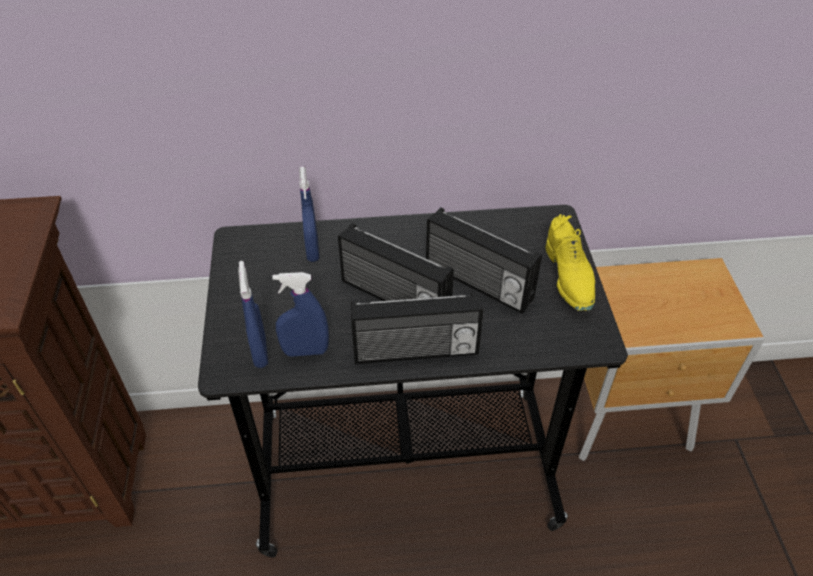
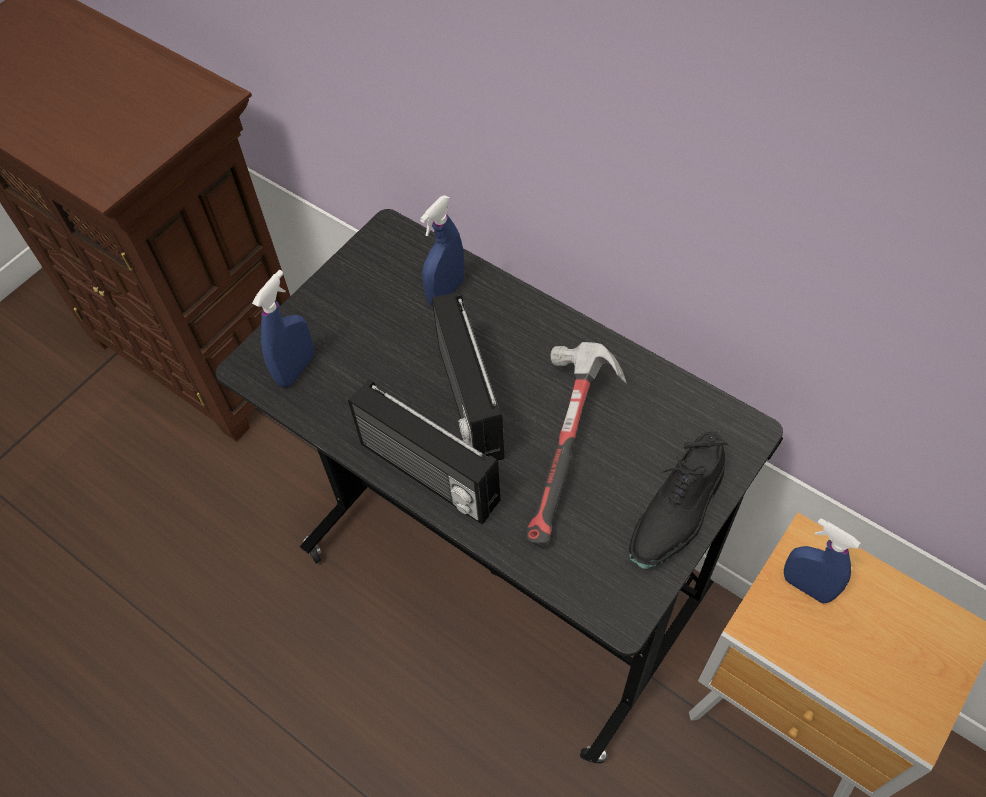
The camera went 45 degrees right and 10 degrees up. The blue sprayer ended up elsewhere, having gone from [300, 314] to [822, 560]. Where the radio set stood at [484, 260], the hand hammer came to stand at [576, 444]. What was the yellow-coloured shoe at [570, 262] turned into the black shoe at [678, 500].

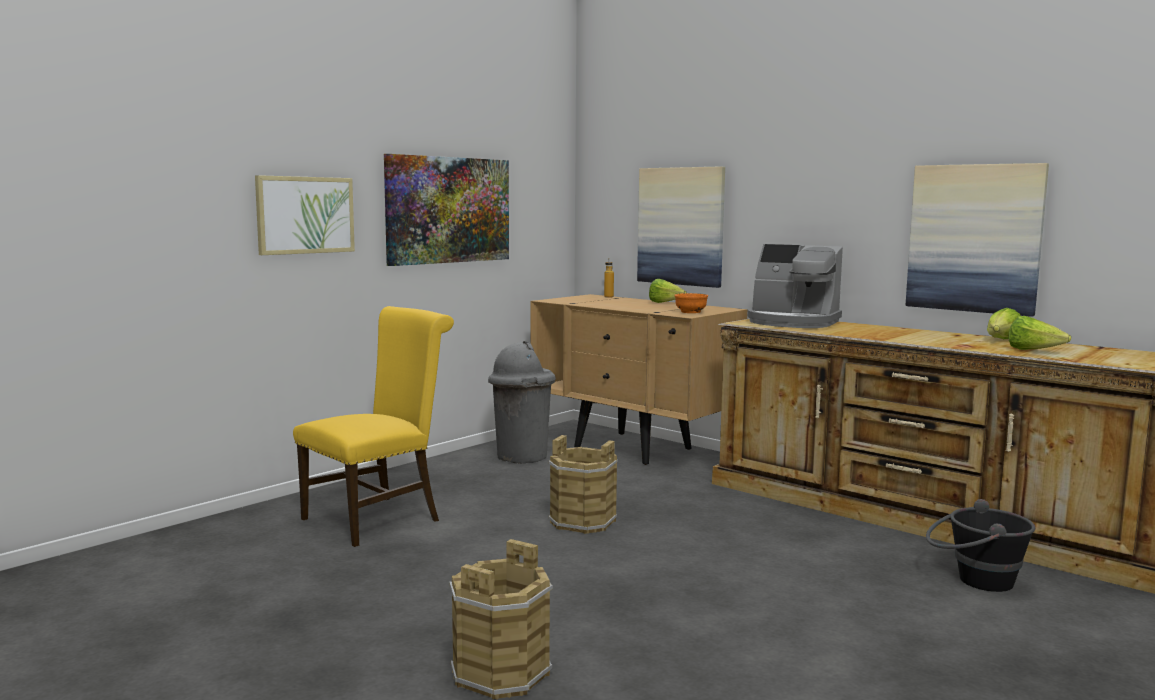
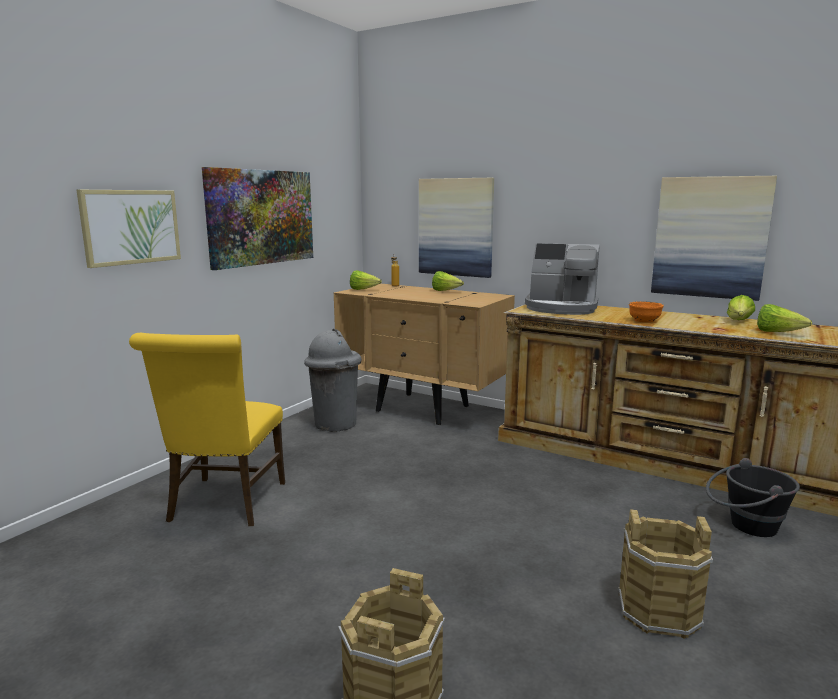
The camera went 10 degrees left and 5 degrees up. The yellow-coloured chair at [373, 426] ended up facing another way, 150 degrees clockwise from before. The brown-coloured bucket ended up elsewhere, having gone from [583, 484] to [665, 574]. The orange-coloured bowl ended up elsewhere, having gone from [691, 303] to [646, 312]. The second view gained the lettuce head at [366, 280].

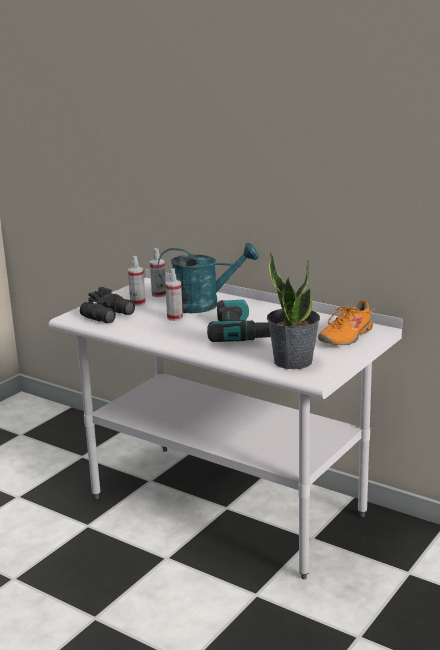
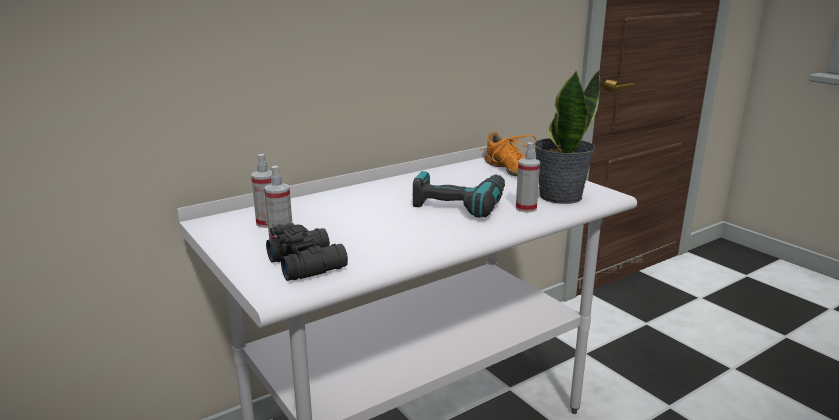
The camera went 70 degrees left and 0 degrees up. The second view lost the turquoise-coloured sprinkling can at [208, 277]. The sprayer ended up elsewhere, having gone from [174, 294] to [528, 177].

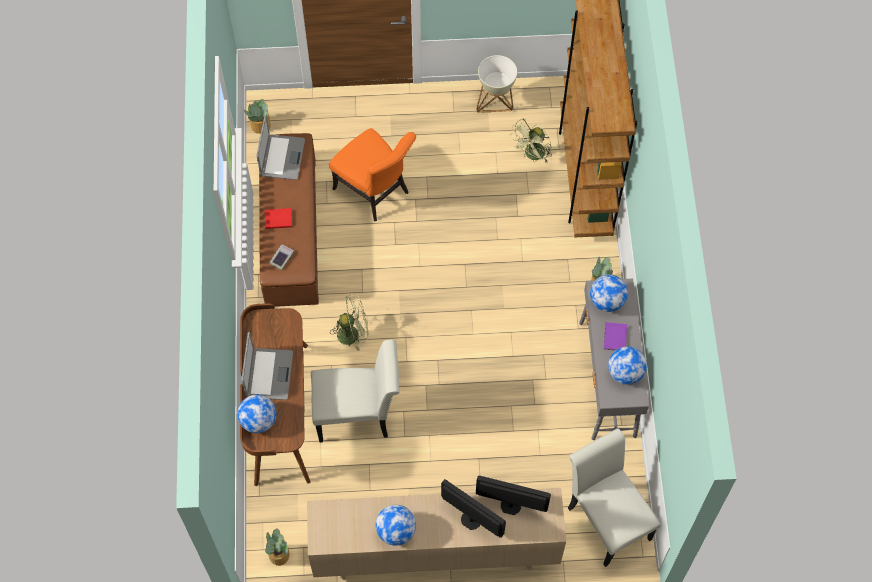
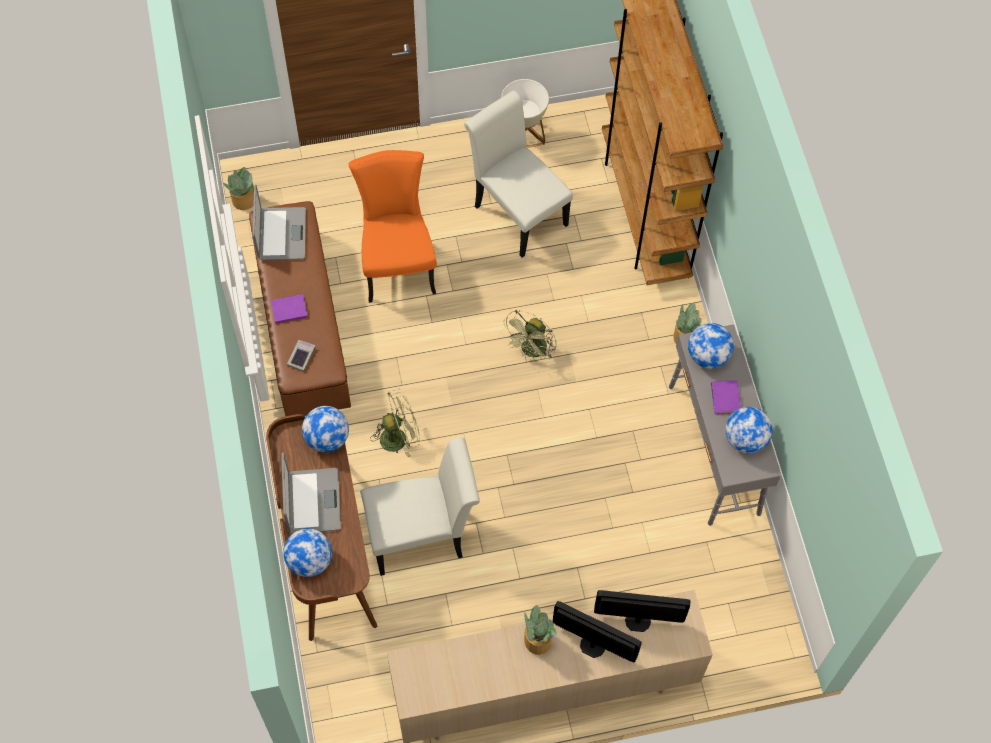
The camera went 10 degrees left and 0 degrees up. What was the reddish bound book at [278, 218] turned into the purplish bound book at [289, 309]. The plant in a pot ended up elsewhere, having gone from [277, 547] to [540, 630]. The orange-coloured chair at [372, 174] ended up facing another way, 135 degrees counterclockwise from before. The globe ended up elsewhere, having gone from [396, 525] to [325, 429]. The green cooling fan ended up elsewhere, having gone from [531, 140] to [529, 336]. The white chair ended up elsewhere, having gone from [614, 497] to [518, 174].

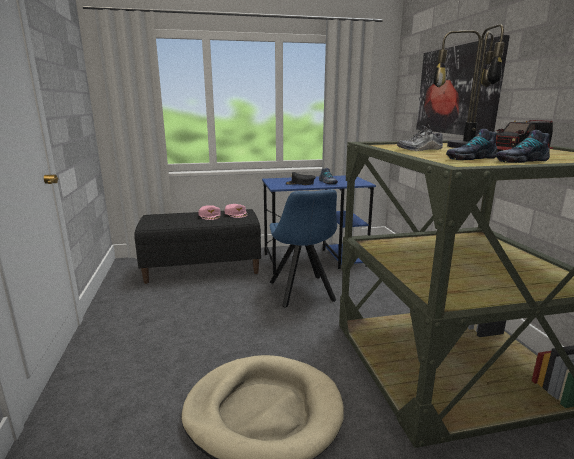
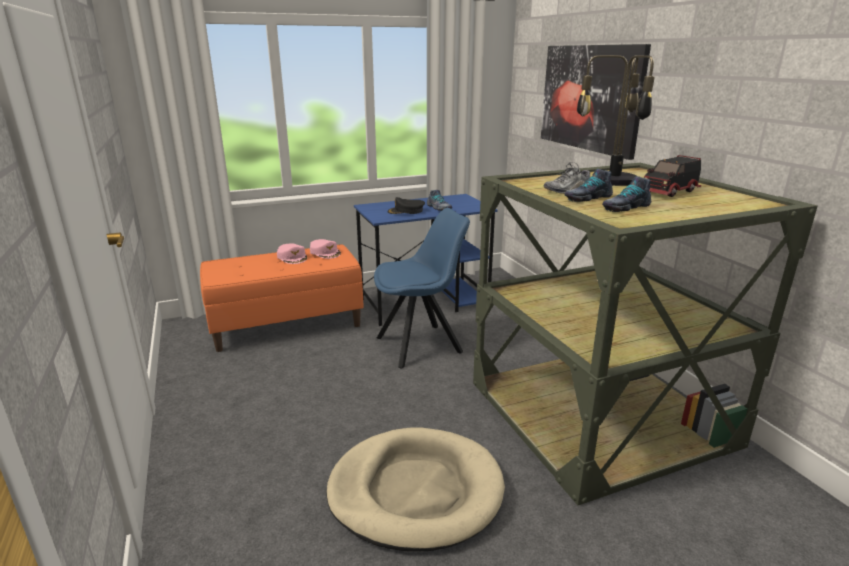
The camera went 10 degrees left and 5 degrees up. What was the black long seat at [197, 246] turned into the orange-coloured long seat at [282, 298]. The blue chair at [303, 248] ended up facing another way, 90 degrees counterclockwise from before. The shoe ended up elsewhere, having gone from [523, 146] to [589, 185].

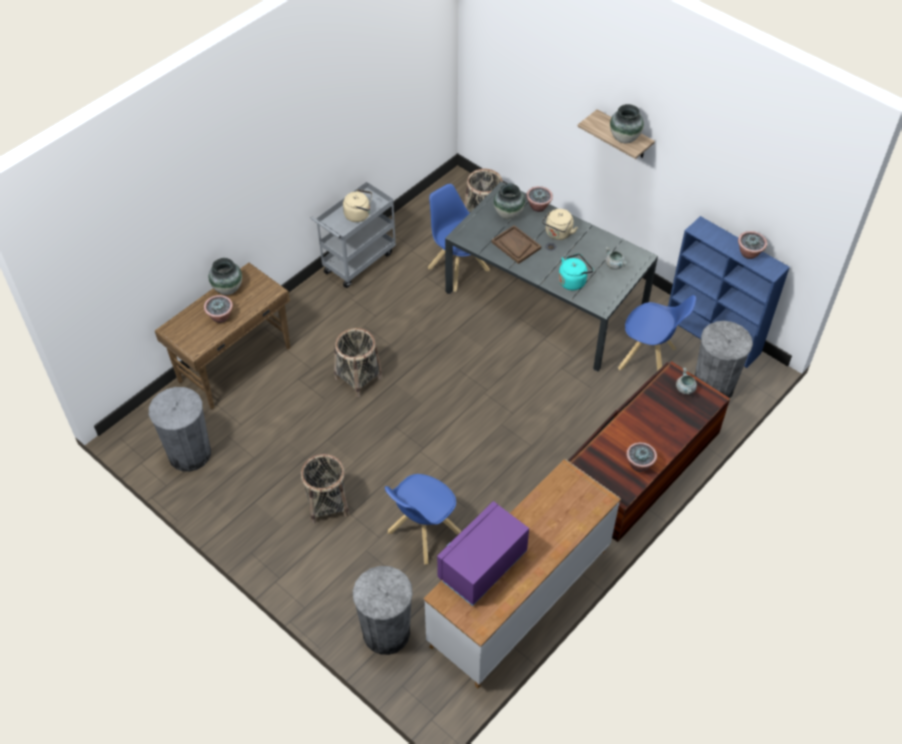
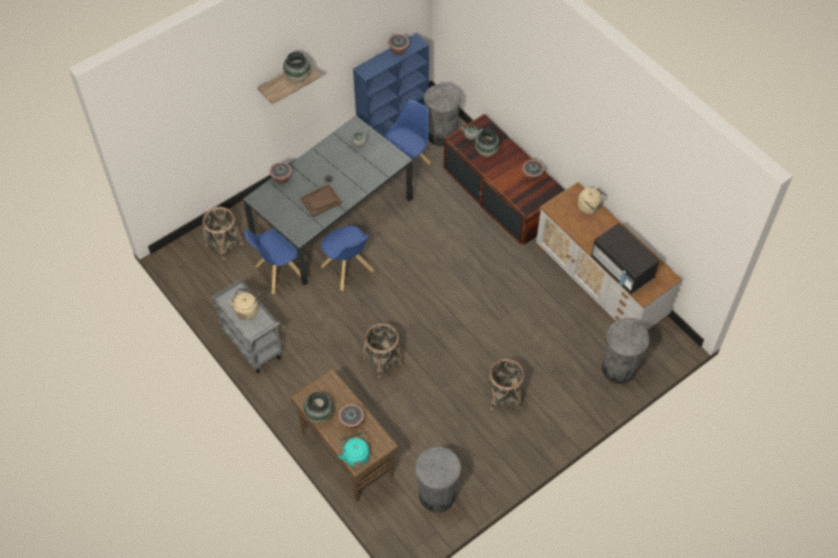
The camera went 80 degrees left and 5 degrees up. The blue chair ended up elsewhere, having gone from [423, 519] to [347, 258]. What was the purplish microwave at [483, 553] turned into the black microwave at [625, 258]. The flower vase ended up elsewhere, having gone from [509, 201] to [487, 143]. The beige tea kettle ended up elsewhere, having gone from [560, 224] to [592, 201]. The turquoise-coloured tea kettle ended up elsewhere, having gone from [576, 272] to [354, 450].

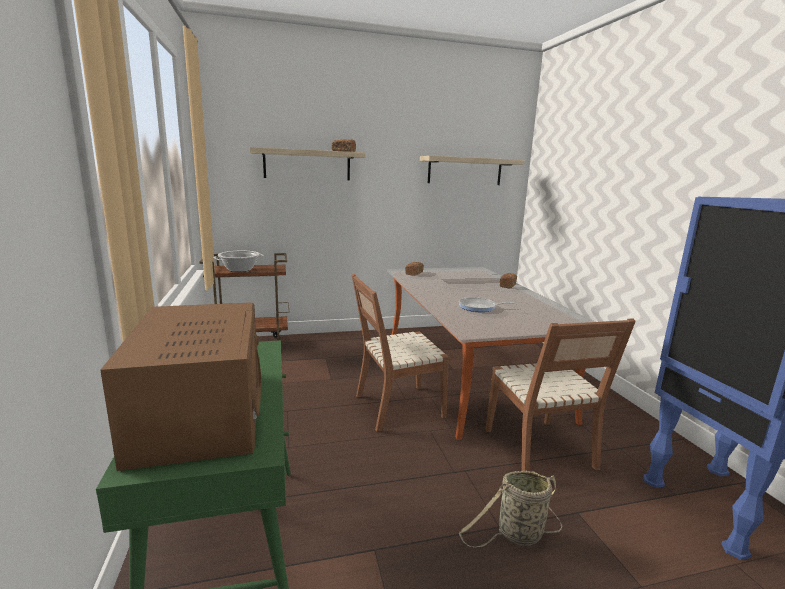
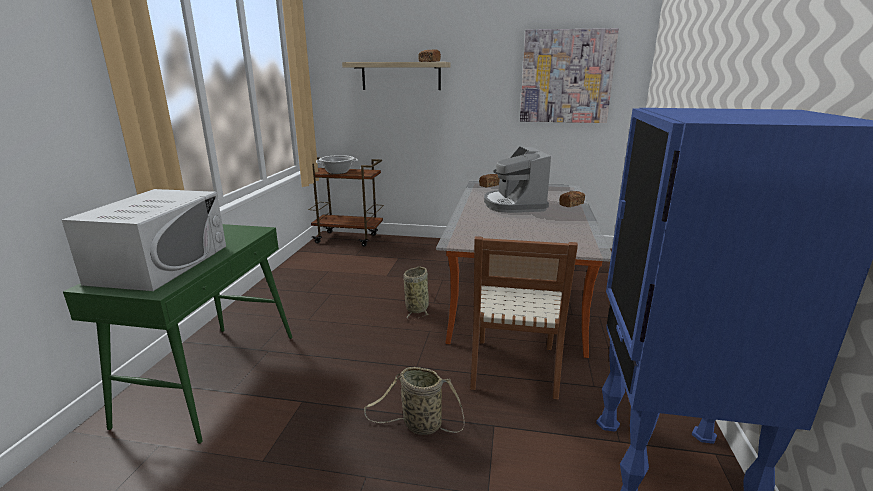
The camera went 25 degrees right and 5 degrees up. What was the brown-coloured microwave at [180, 386] turned into the white microwave at [144, 240]. Where the chair stood at [400, 353], the basket came to stand at [416, 293]. Where the shelf hung at [472, 170], the wall art came to hang at [569, 75]. The second view lost the frying pan at [487, 304]. The second view gained the coffee maker at [517, 179].

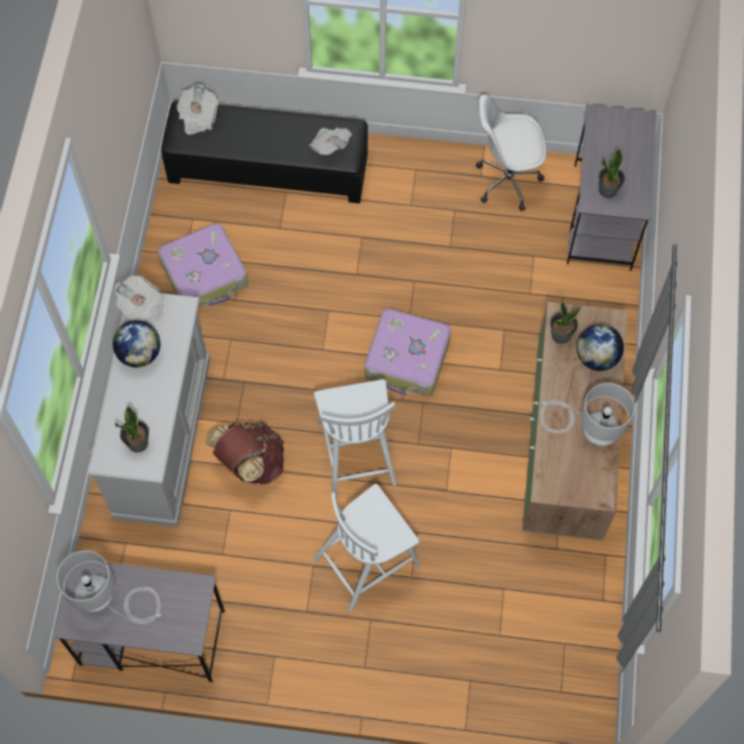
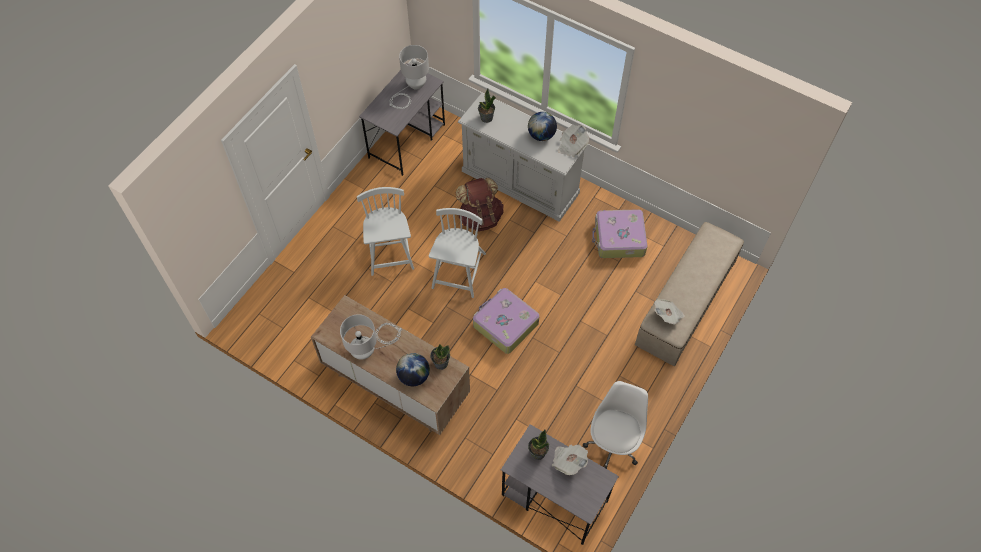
The camera went 115 degrees right and 5 degrees down. What was the black long seat at [264, 152] turned into the beige long seat at [689, 294]. The daily paper ended up elsewhere, having gone from [197, 109] to [570, 460]. The white chair at [355, 437] ended up facing another way, 90 degrees clockwise from before.

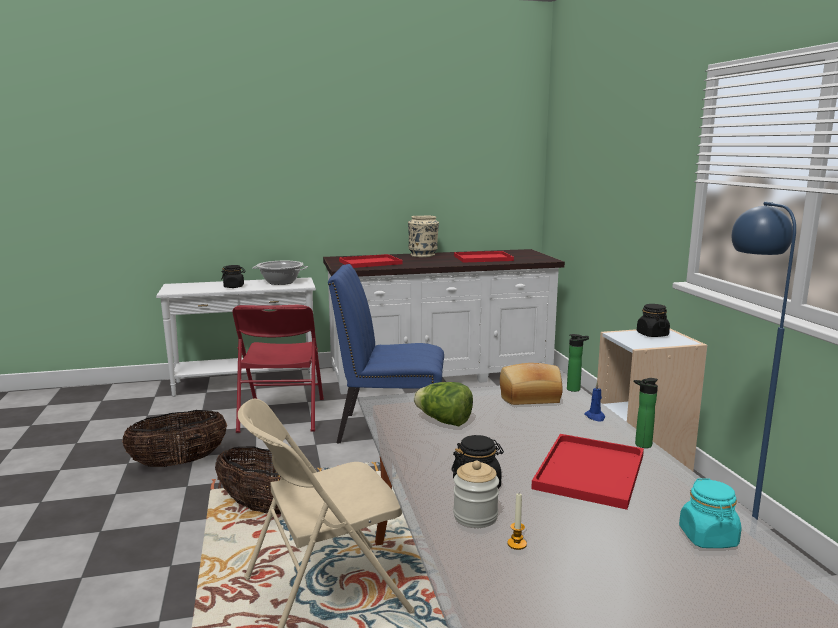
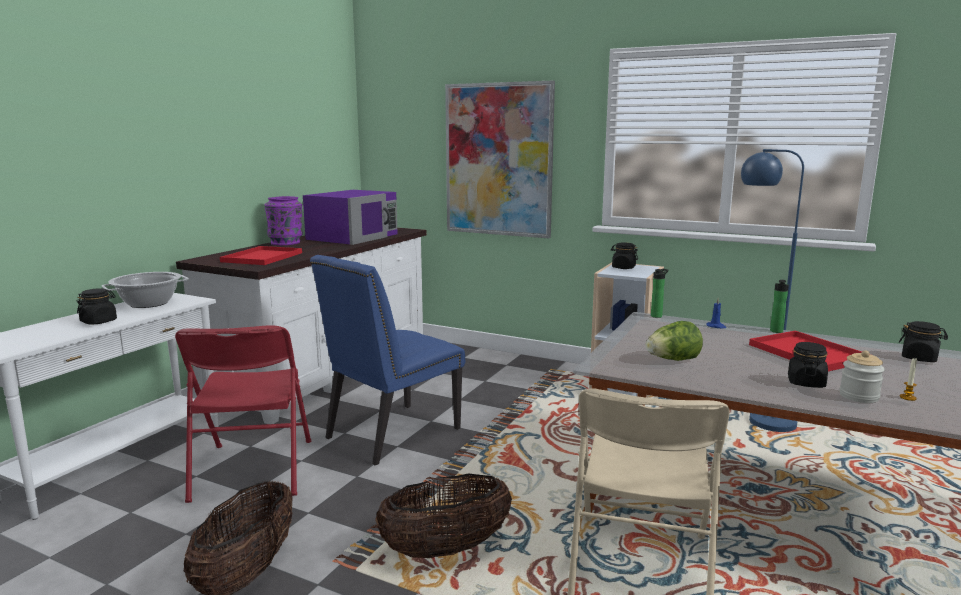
The camera went 50 degrees left and 0 degrees up. The reddish chair at [278, 369] ended up facing another way, 45 degrees clockwise from before. What was the beige flower vase at [423, 236] turned into the purplish flower vase at [283, 220]. Where the reddish tray stood at [484, 257], the purplish microwave came to stand at [350, 217]. The second view lost the baked bread at [531, 384]. What was the turquoise-coloured storage jar at [710, 513] turned into the black storage jar at [923, 341]. The second view gained the wall art at [500, 159].

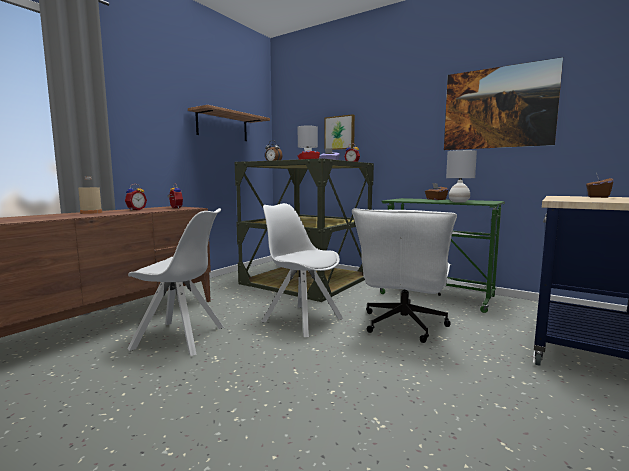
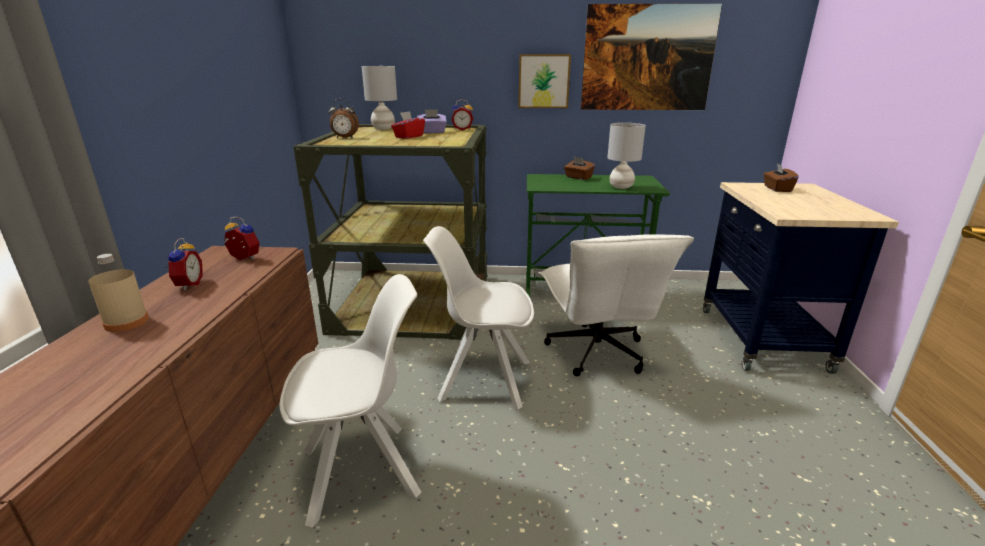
The camera went 30 degrees left and 15 degrees up. The second view lost the shelf at [229, 123]. The wall art ended up elsewhere, having gone from [339, 132] to [544, 81].

